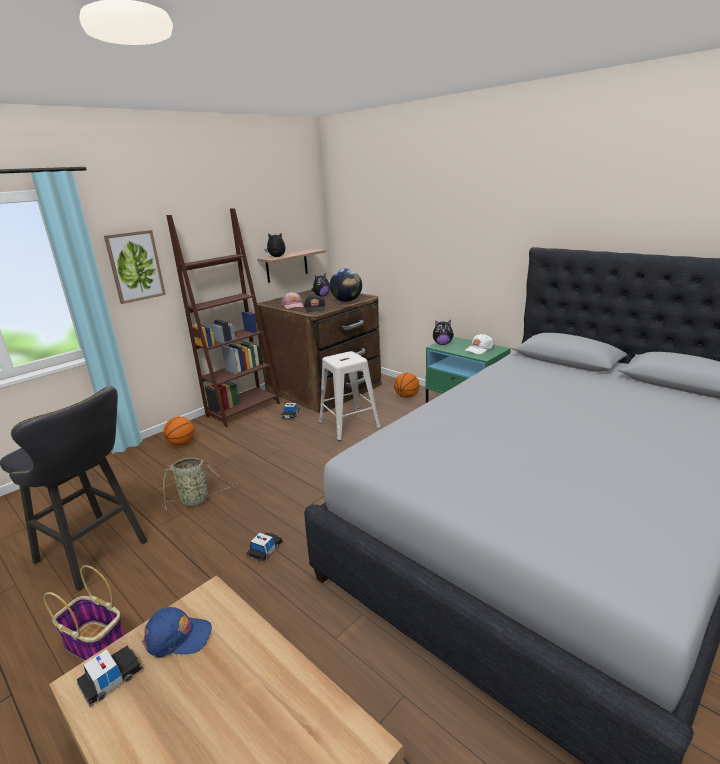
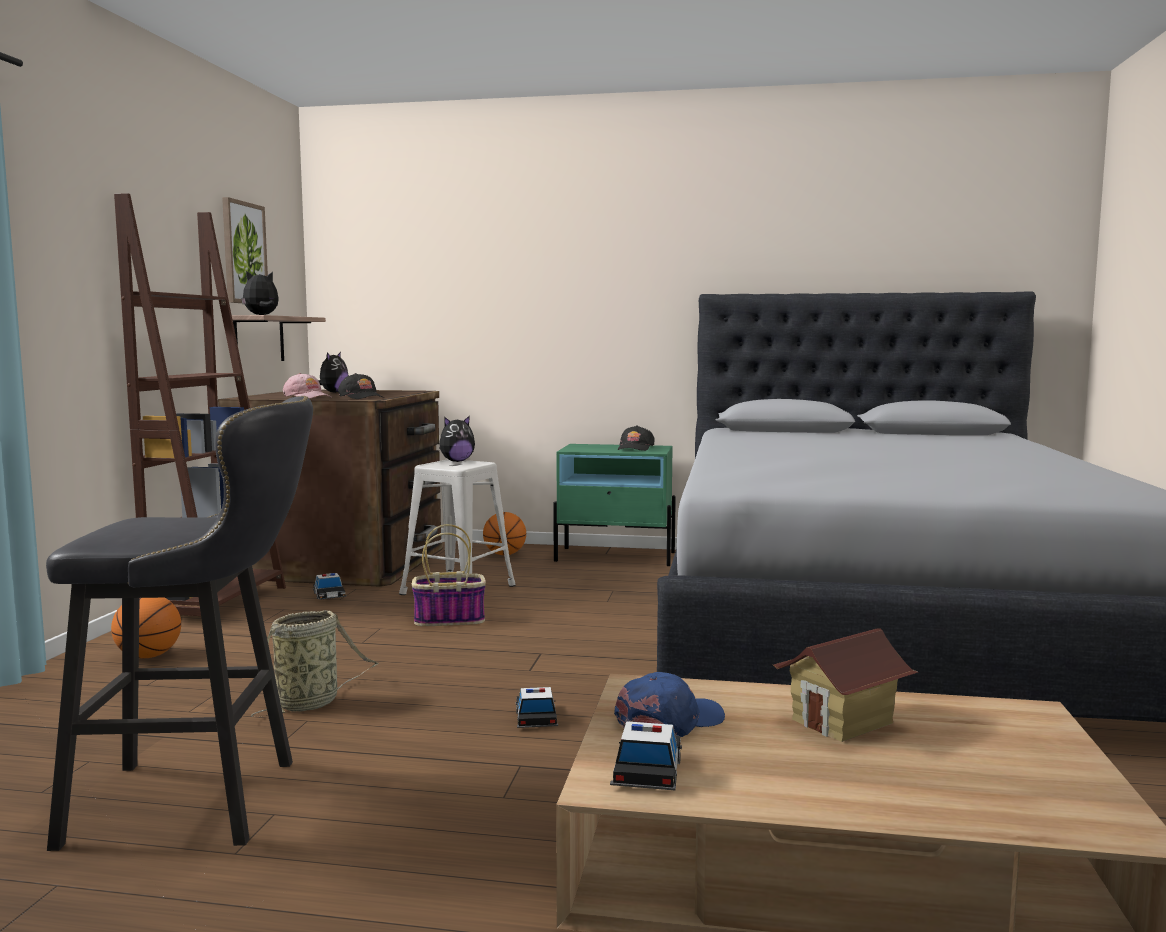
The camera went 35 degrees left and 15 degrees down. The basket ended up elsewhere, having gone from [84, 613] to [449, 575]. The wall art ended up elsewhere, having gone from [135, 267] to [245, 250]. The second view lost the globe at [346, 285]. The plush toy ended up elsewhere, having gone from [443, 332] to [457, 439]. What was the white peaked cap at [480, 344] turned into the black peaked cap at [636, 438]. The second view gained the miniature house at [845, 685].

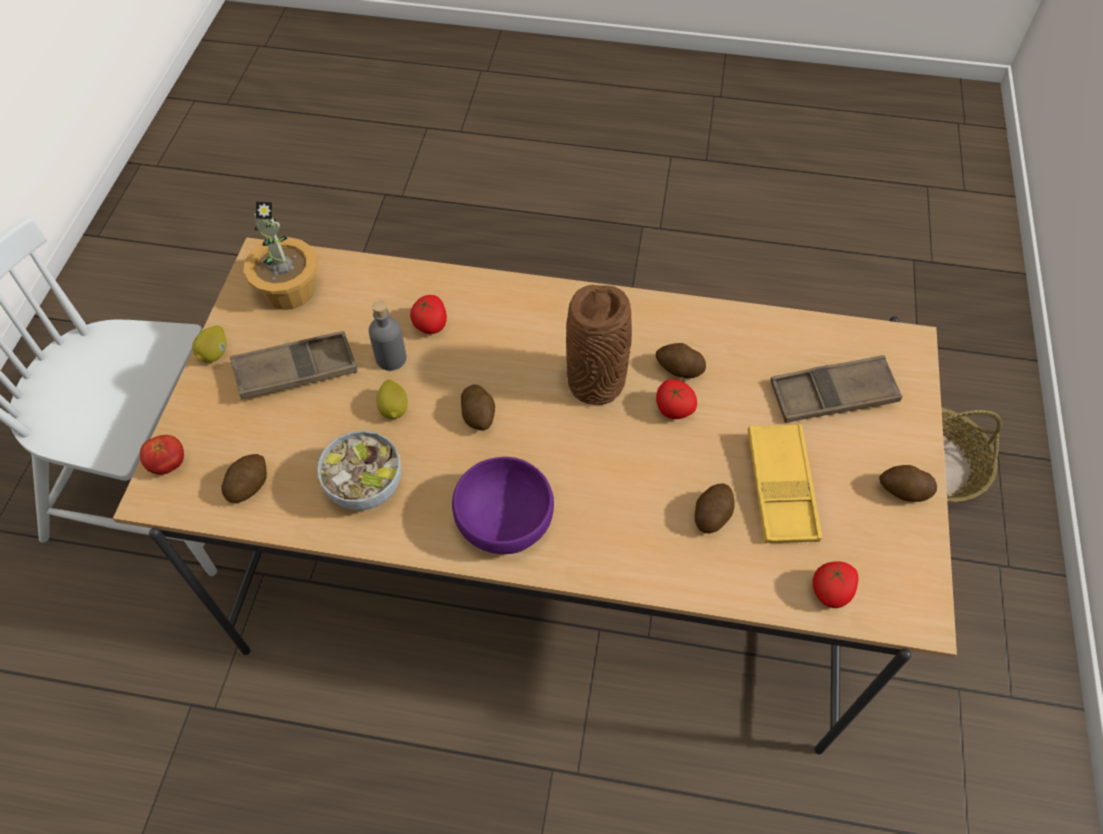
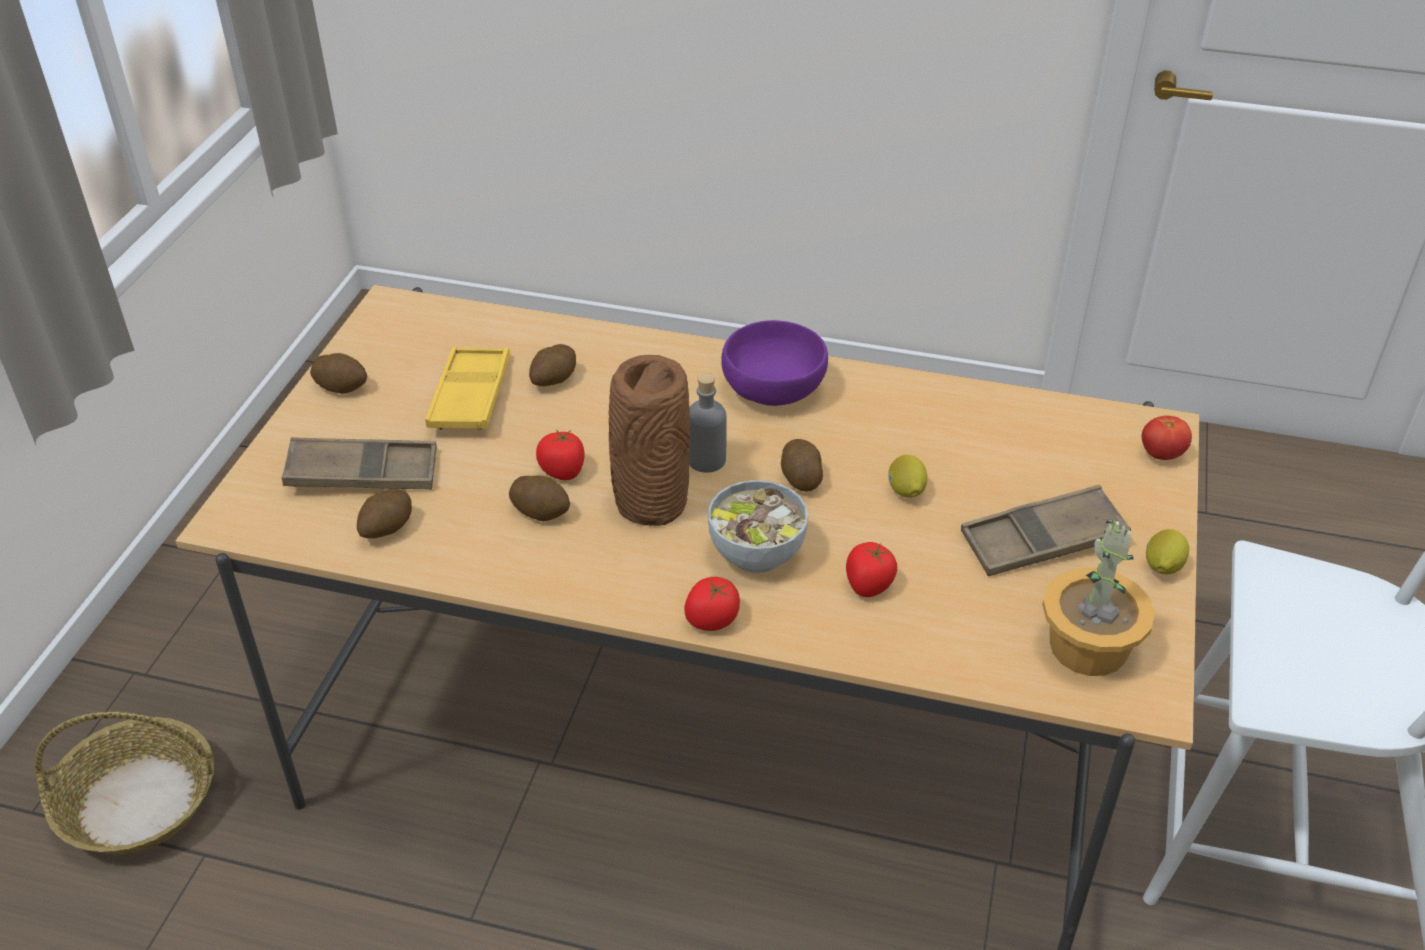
The camera went 175 degrees left and 15 degrees down. The potato ended up elsewhere, having gone from [244, 478] to [384, 513]. The bowl ended up elsewhere, having gone from [359, 471] to [758, 526]. The greyish drink bottle ended up elsewhere, having gone from [388, 336] to [707, 423]. The whole tomato ended up elsewhere, having gone from [835, 584] to [712, 604].

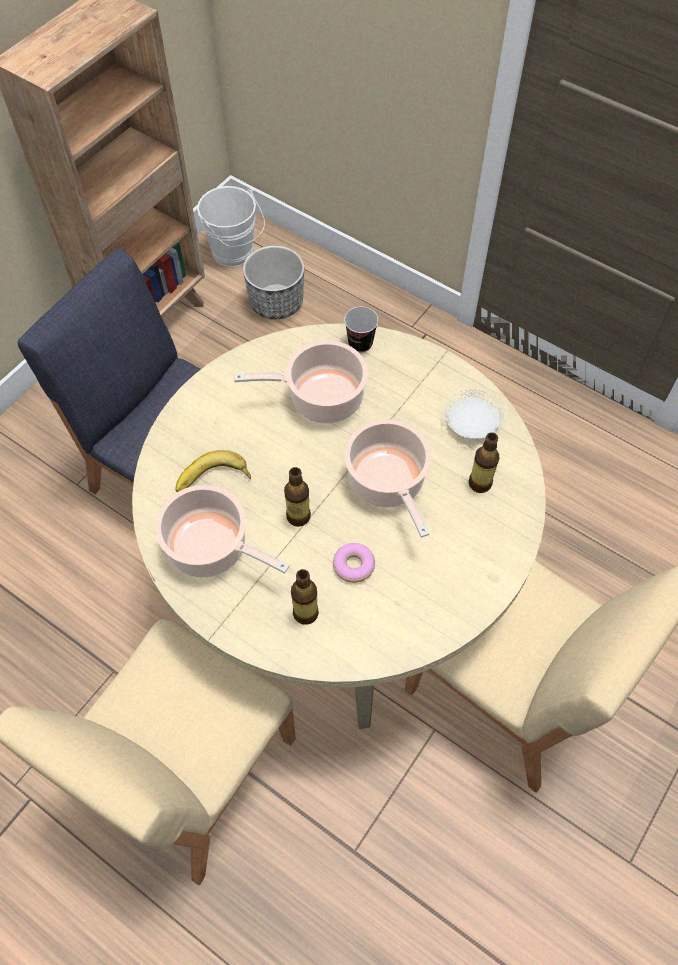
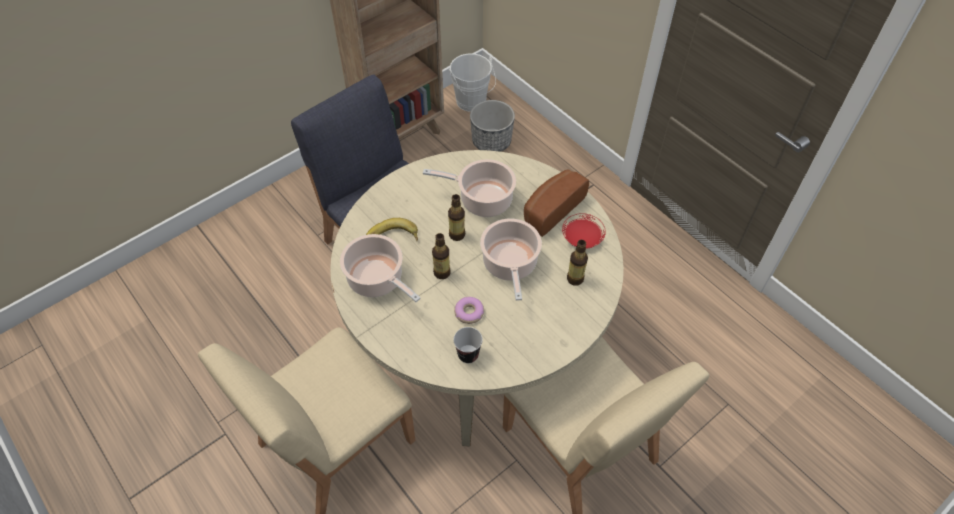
The camera went 15 degrees right and 5 degrees down. The drink bottle ended up elsewhere, having gone from [305, 597] to [456, 217]. The small cup ended up elsewhere, having gone from [361, 330] to [468, 345]. What was the white plate at [474, 414] turned into the reddish plate at [584, 231]. The second view gained the baked bread at [556, 203].

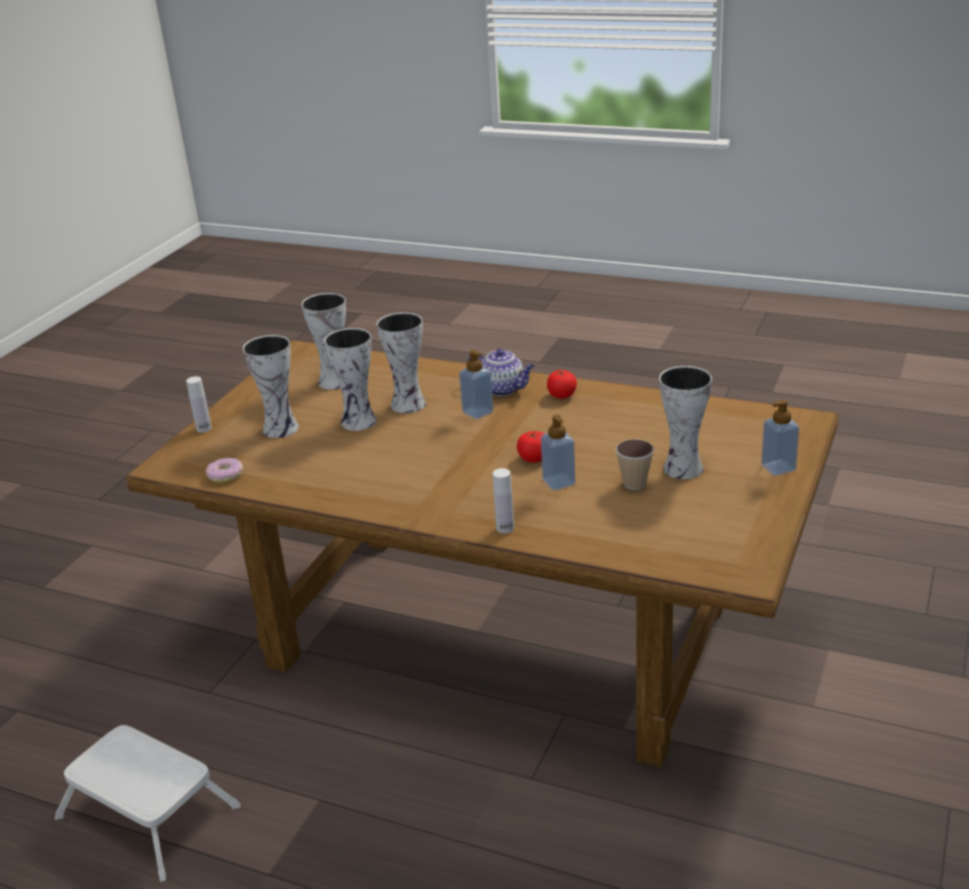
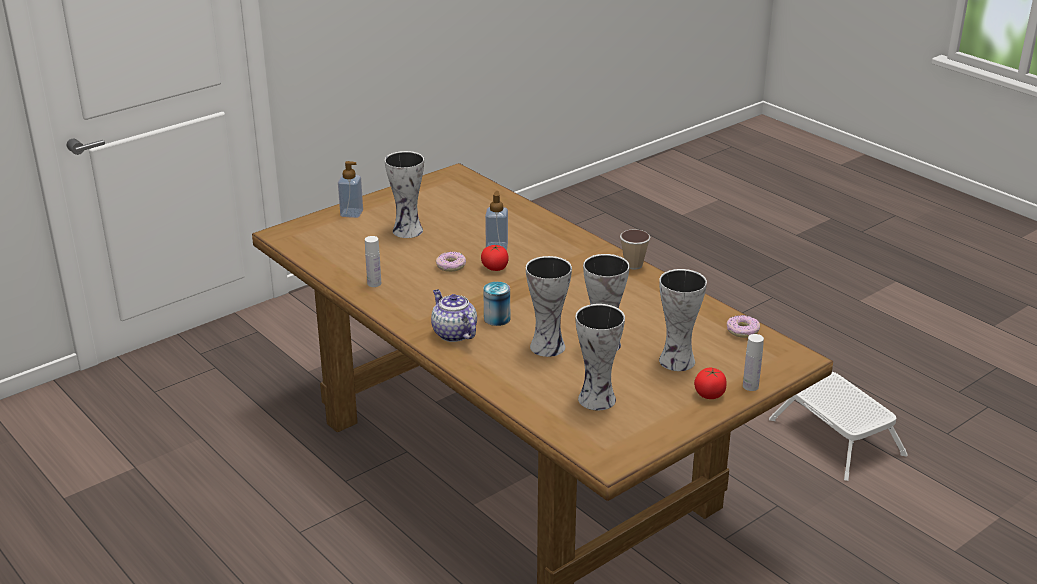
The camera went 155 degrees left and 0 degrees up. Where the soap dispenser stood at [476, 384], the can came to stand at [496, 304]. The white drink bottle ended up elsewhere, having gone from [503, 500] to [373, 261]. The whole tomato ended up elsewhere, having gone from [562, 384] to [710, 383]. The small cup ended up elsewhere, having gone from [634, 464] to [635, 249]. The second view gained the donut at [451, 262].

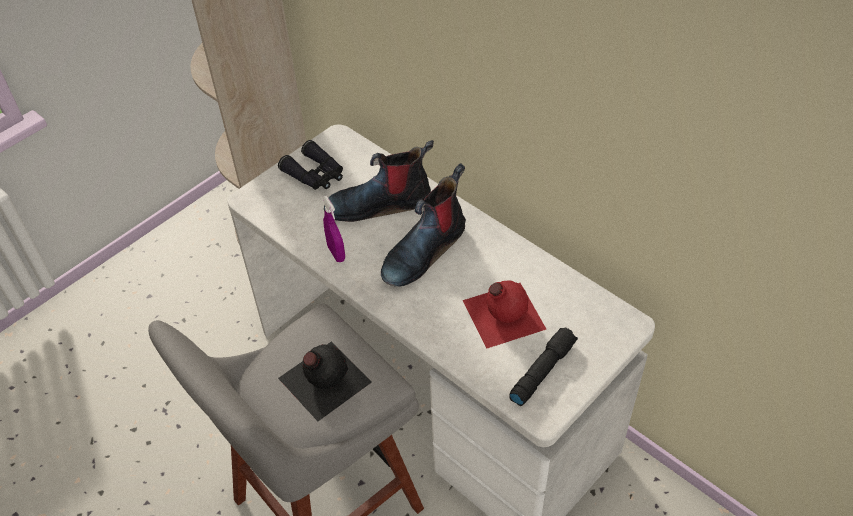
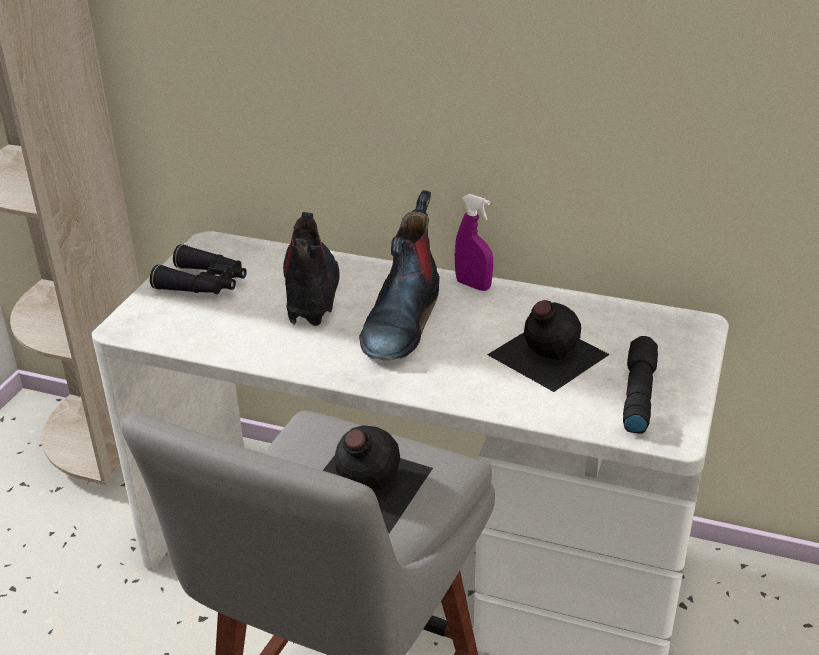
The camera went 25 degrees left and 15 degrees down. The purplish sprayer ended up elsewhere, having gone from [334, 229] to [473, 242]. The tall boot at [379, 181] ended up facing another way, 120 degrees clockwise from before. What was the reddish drink bottle at [504, 314] turned into the black drink bottle at [548, 346].

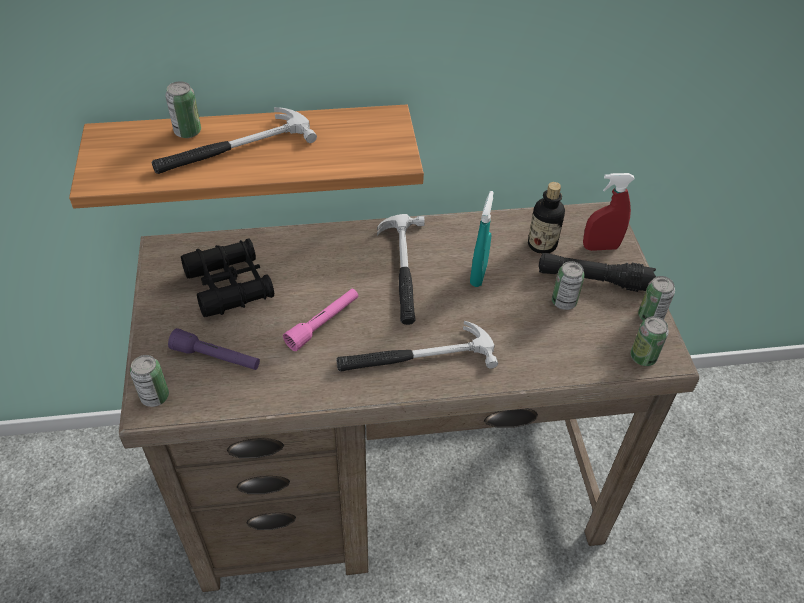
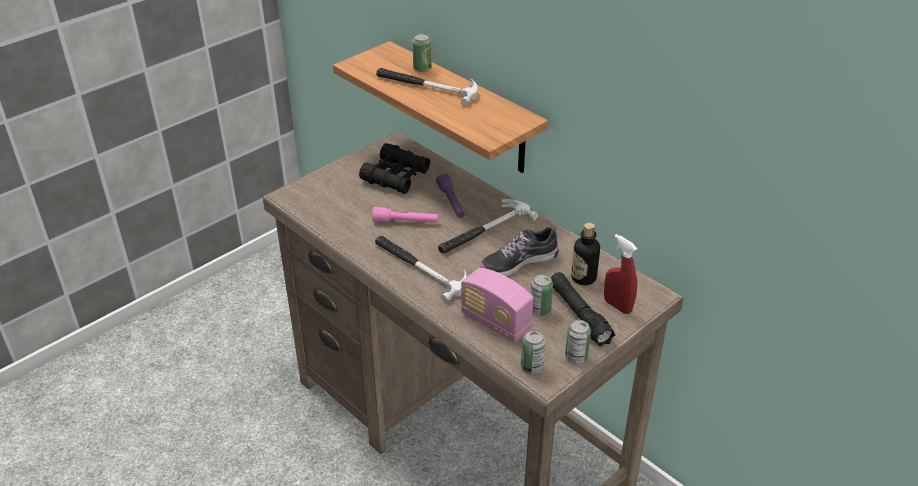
The camera went 55 degrees right and 10 degrees down. The second view lost the can at [149, 381]. The purplish hand torch ended up elsewhere, having gone from [214, 349] to [450, 196]. Where the turquoise-coloured sprayer stood at [482, 239], the shoe came to stand at [519, 250]. The second view gained the radio set at [497, 305].

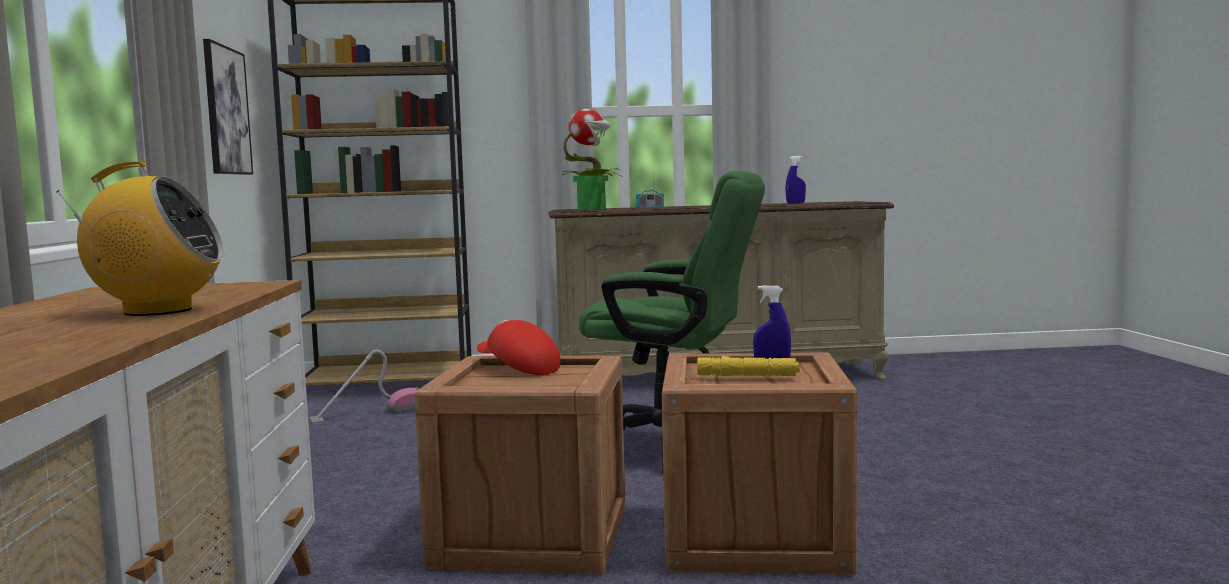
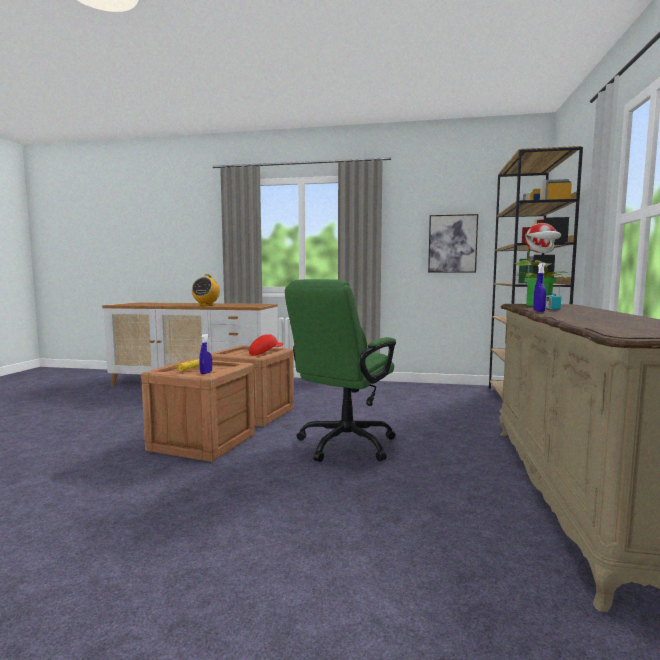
The camera went 105 degrees right and 0 degrees up. The second view lost the vacuum cleaner at [365, 387]. The blue sprayer ended up elsewhere, having gone from [796, 180] to [539, 287].

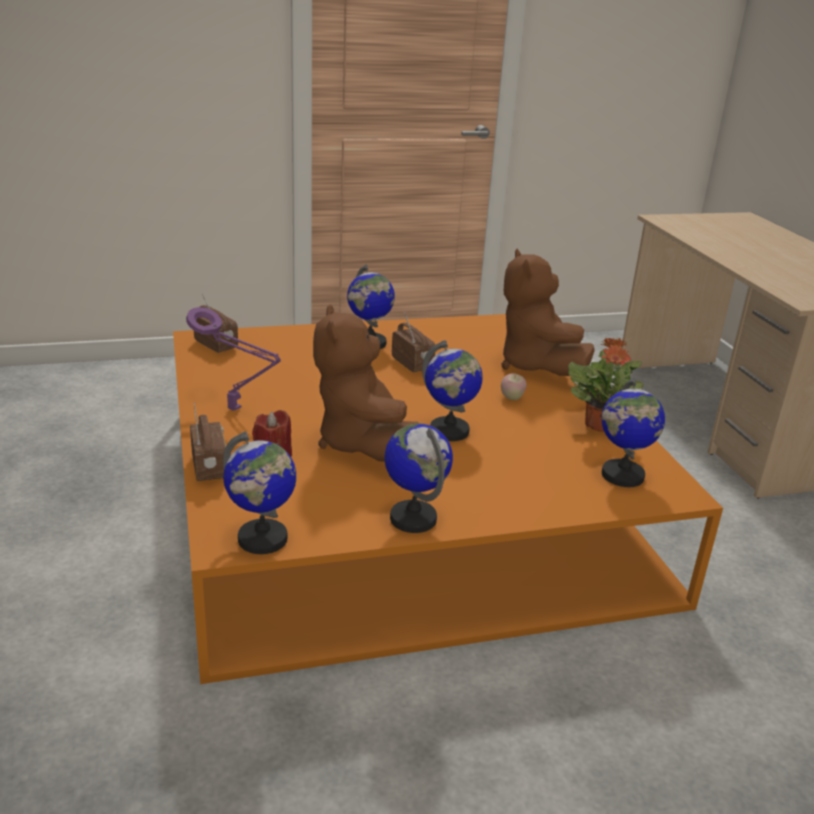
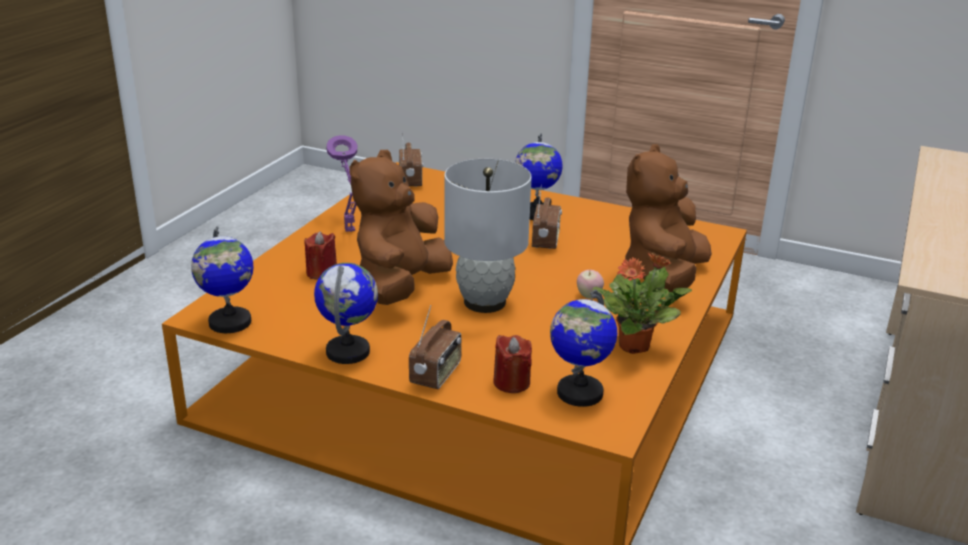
The camera went 40 degrees right and 0 degrees up. The radio set ended up elsewhere, having gone from [208, 441] to [435, 347]. Where the globe stood at [452, 390], the white table lamp came to stand at [488, 236]. The second view gained the reddish wax light at [512, 364].

